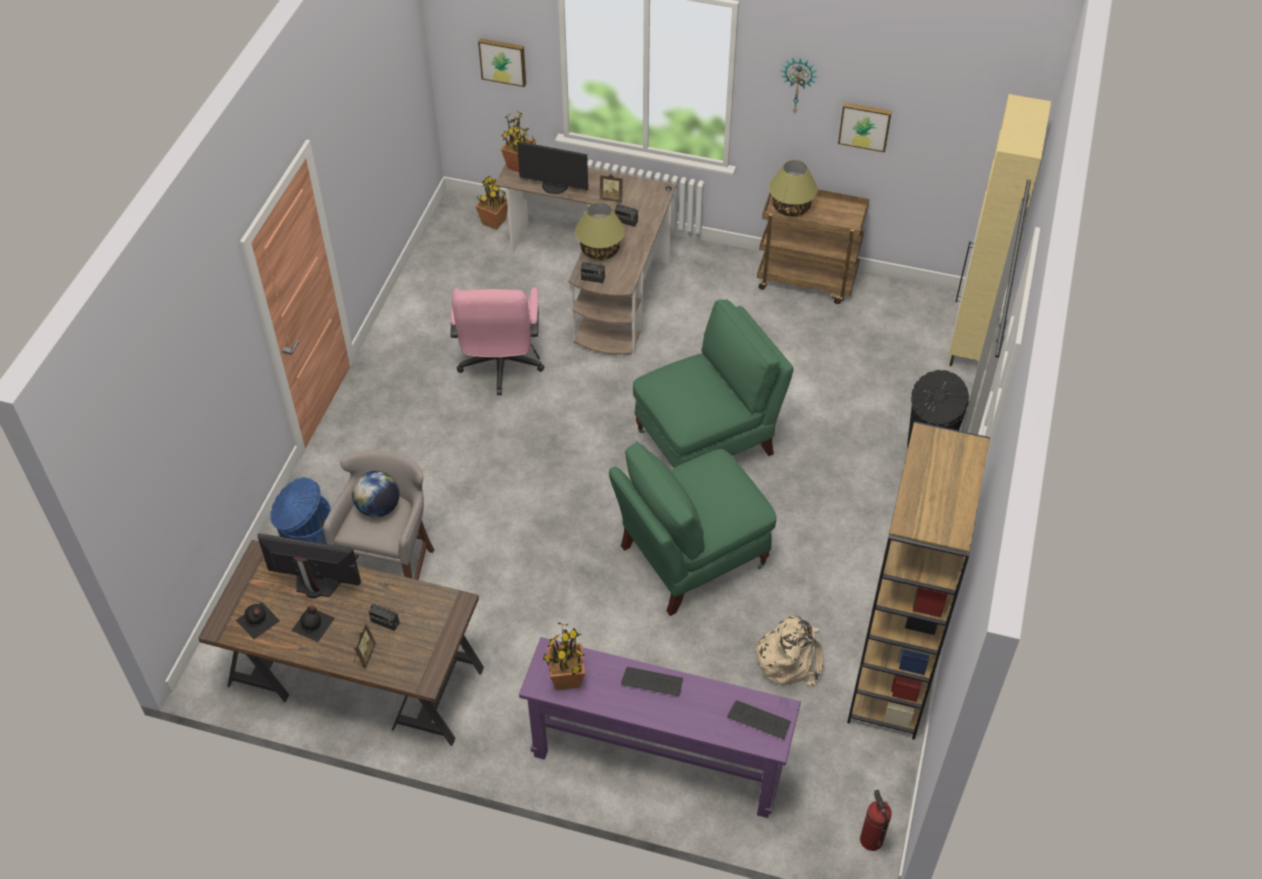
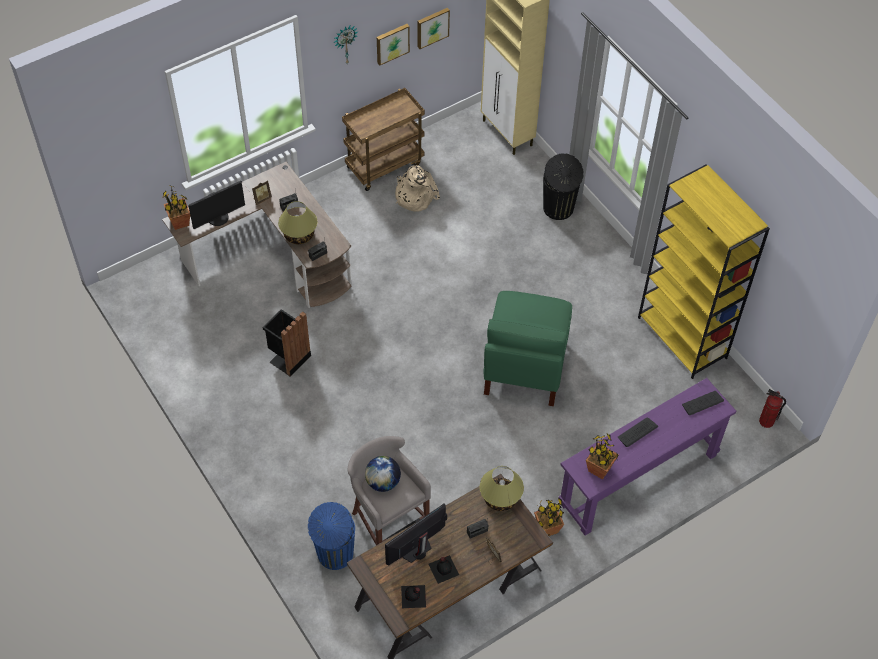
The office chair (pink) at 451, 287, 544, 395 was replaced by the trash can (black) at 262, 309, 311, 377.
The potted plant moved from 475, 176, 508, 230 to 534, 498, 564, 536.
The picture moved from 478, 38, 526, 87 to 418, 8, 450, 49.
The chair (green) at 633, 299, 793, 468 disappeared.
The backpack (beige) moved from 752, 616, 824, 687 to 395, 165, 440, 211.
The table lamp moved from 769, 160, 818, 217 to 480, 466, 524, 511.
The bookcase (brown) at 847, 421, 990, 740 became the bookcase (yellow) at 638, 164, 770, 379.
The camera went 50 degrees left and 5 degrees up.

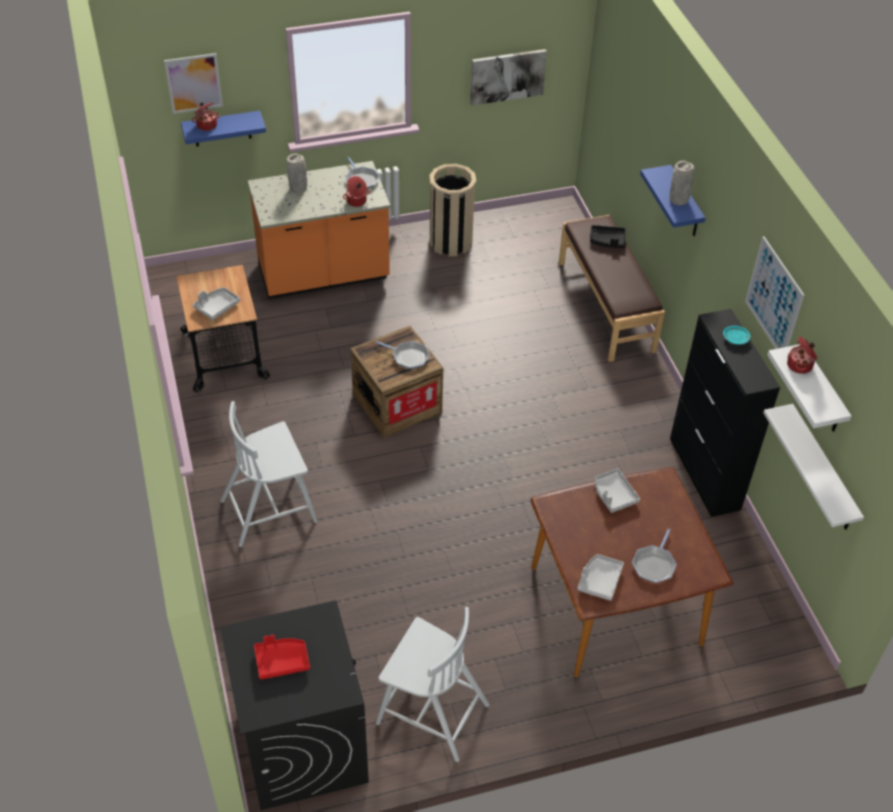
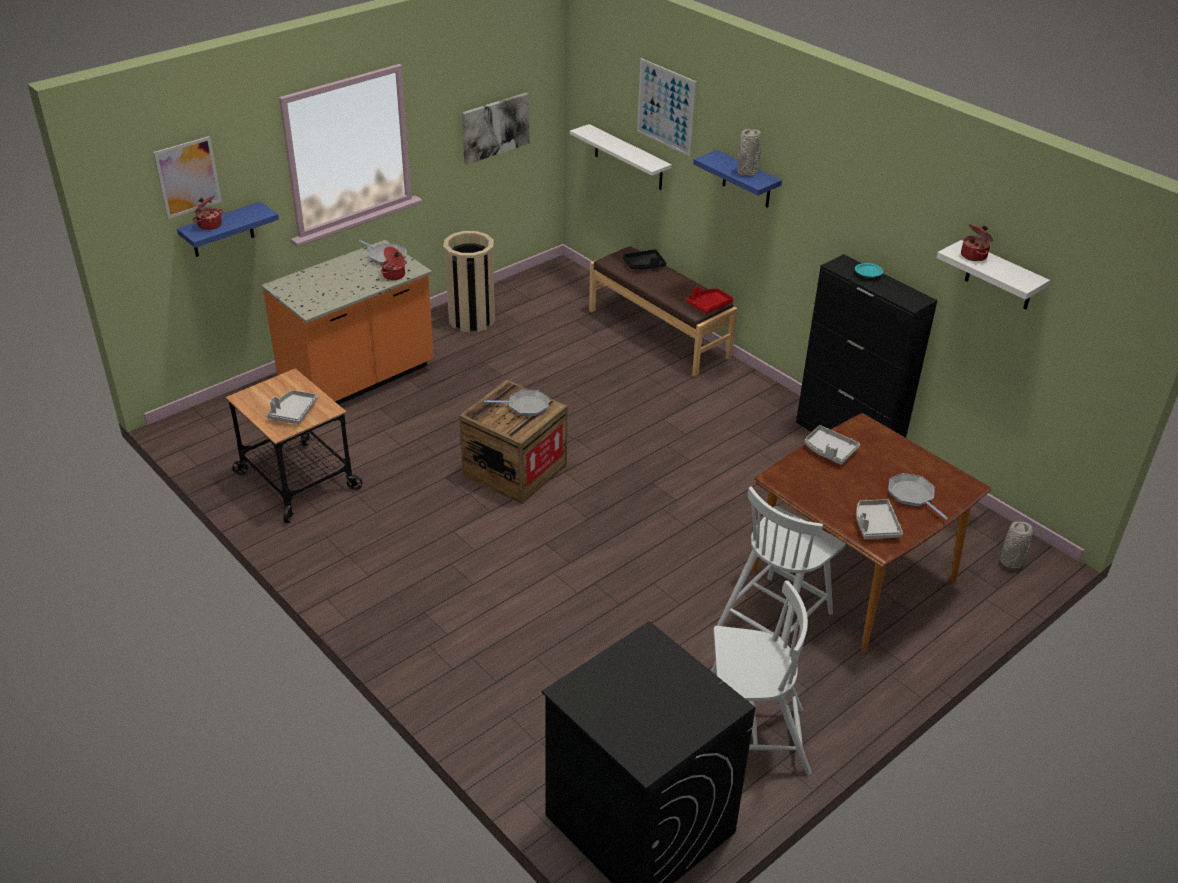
The chair (white) moved from 220, 401, 318, 547 to 717, 487, 846, 642.
The tray (red) moved from 254, 635, 310, 680 to 686, 287, 733, 314.
The vase (grey) moved from 287, 154, 307, 193 to 1000, 521, 1033, 569.
The frying pan at 632, 529, 677, 583 turned 150 degrees clockwise.
The picture moved from 745, 236, 804, 349 to 637, 58, 696, 157.
The shelf (white) moved from 763, 404, 864, 530 to 570, 124, 672, 190.
The camera went 25 degrees left and 10 degrees down.

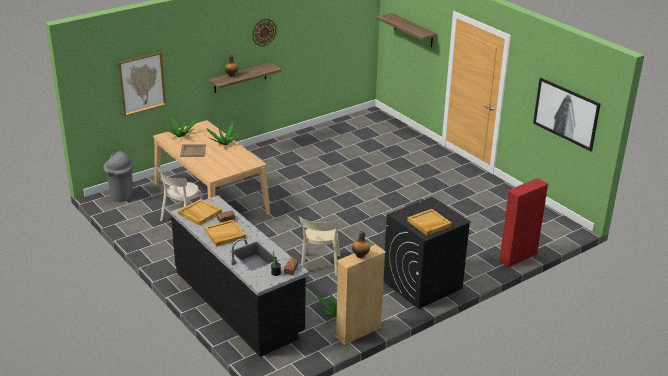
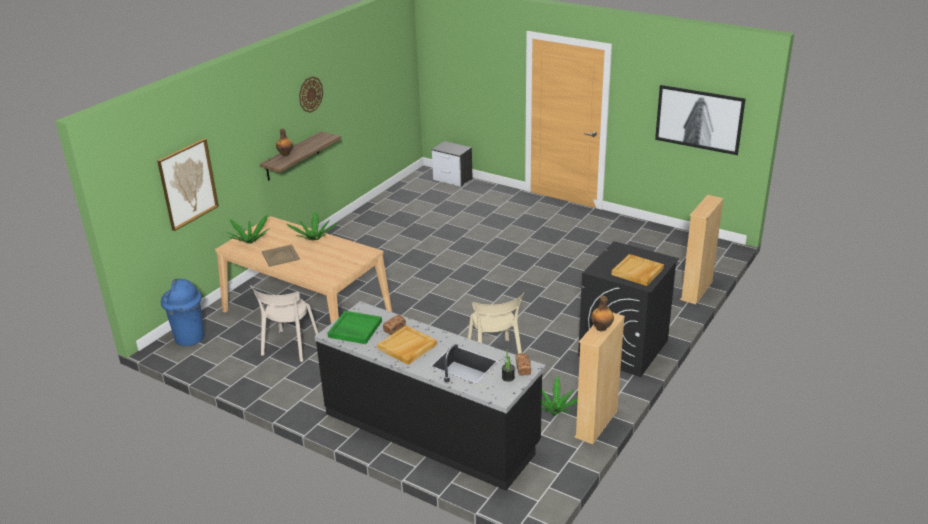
The trash can (grey) at 103, 151, 134, 202 became the trash can (blue) at 161, 279, 205, 346.
The tray (beige) at 178, 199, 222, 225 became the tray (green) at 328, 311, 382, 344.
The shelf at 377, 13, 437, 47 disappeared.
The bookcase (red) at 498, 178, 549, 268 became the bookcase (beige) at 680, 195, 724, 305.
The nightstand at 432, 141, 472, 187 appeared.
The camera went 20 degrees left and 0 degrees up.

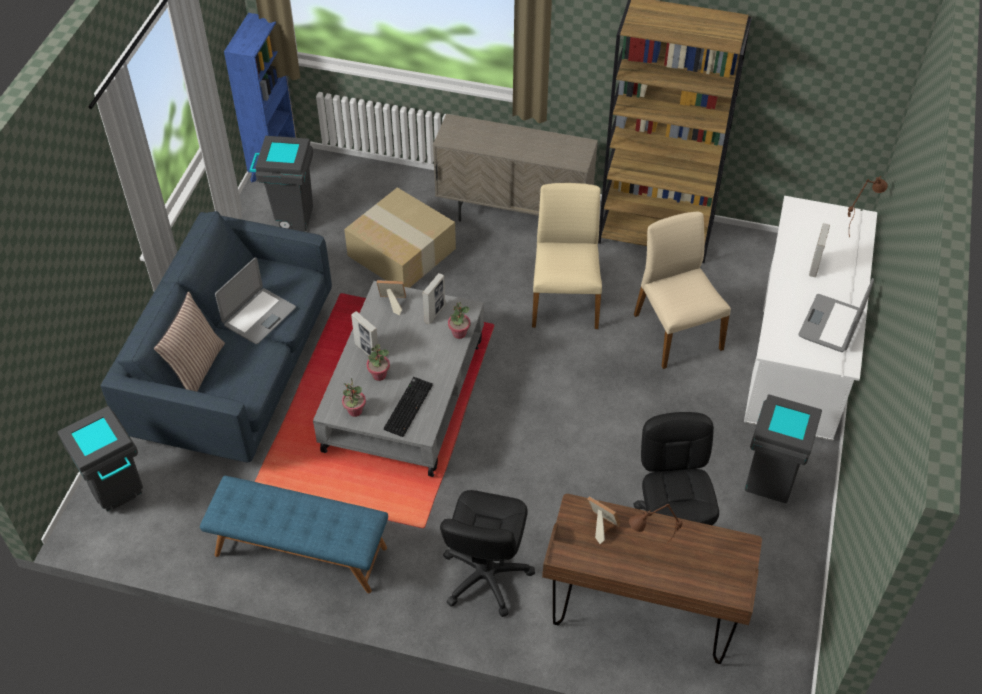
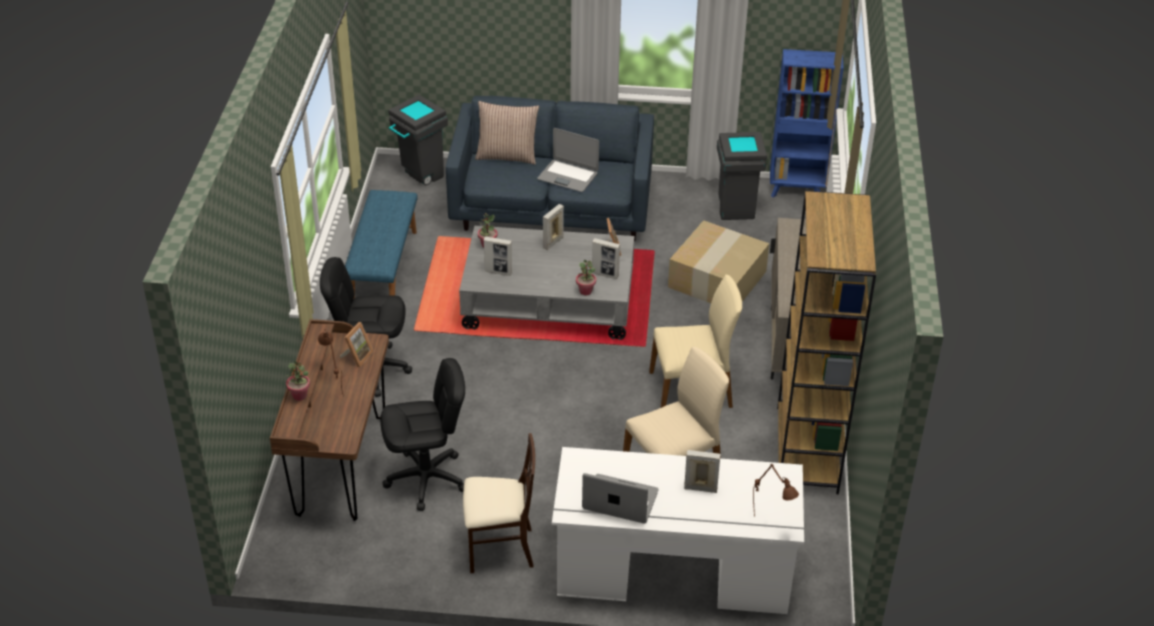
The potted plant moved from 367, 344, 390, 381 to 286, 361, 310, 401.
The keyboard at 384, 377, 433, 437 was replaced by the picture frame at 484, 236, 512, 276.
The trash can (grey) at 745, 394, 822, 503 was replaced by the chair (beige) at 463, 433, 535, 573.
The camera went 80 degrees right and 10 degrees down.

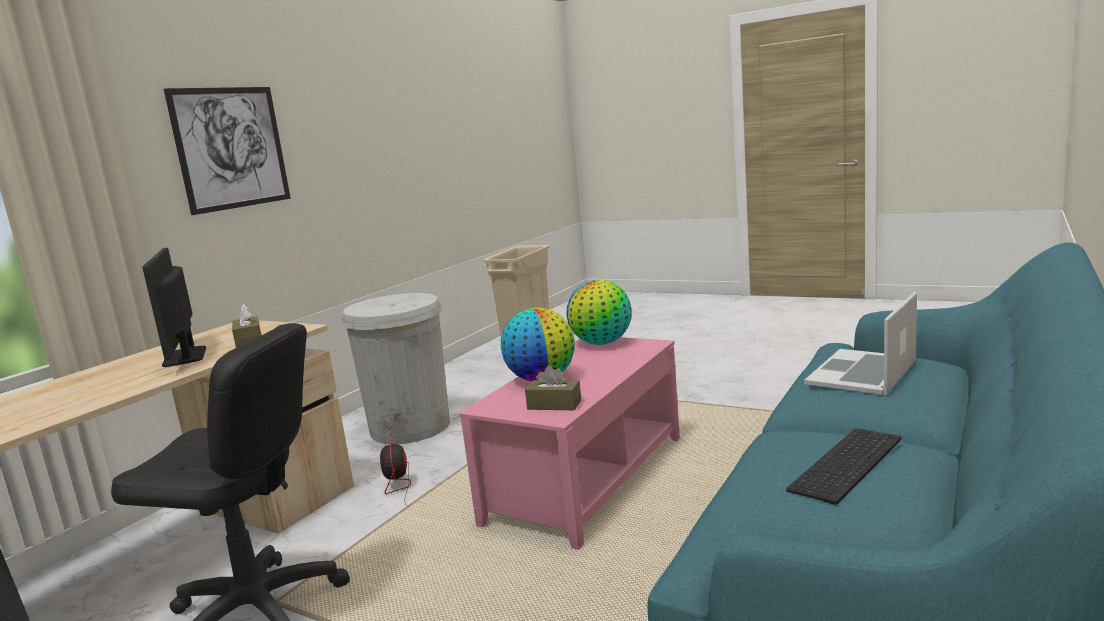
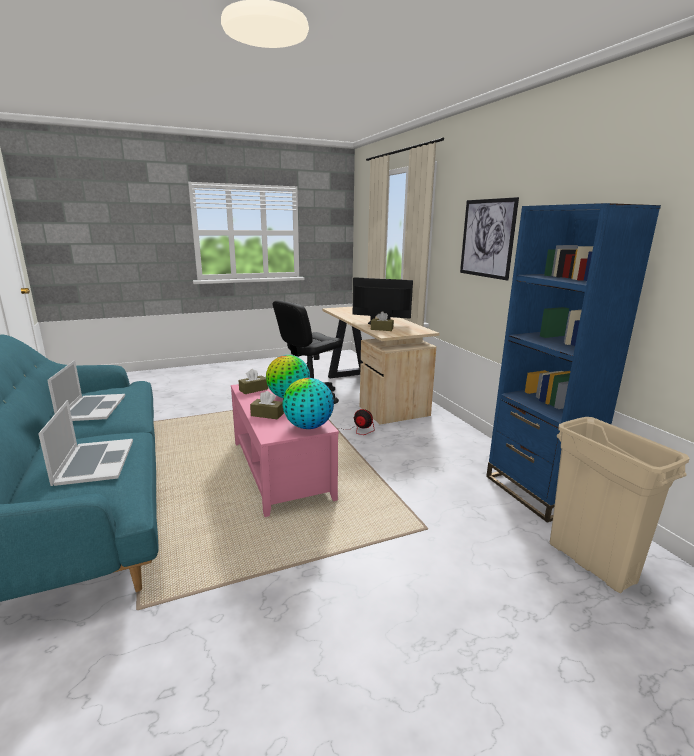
The trash can (white) at 341, 293, 450, 444 disappeared.
The keyboard at 786, 428, 901, 505 was replaced by the laptop at 47, 360, 125, 421.
The tissue box (brown) at 250, 391, 284, 420 appeared.
The bookcase (blue) at 486, 203, 661, 522 appeared.
The camera went 125 degrees right and 5 degrees up.

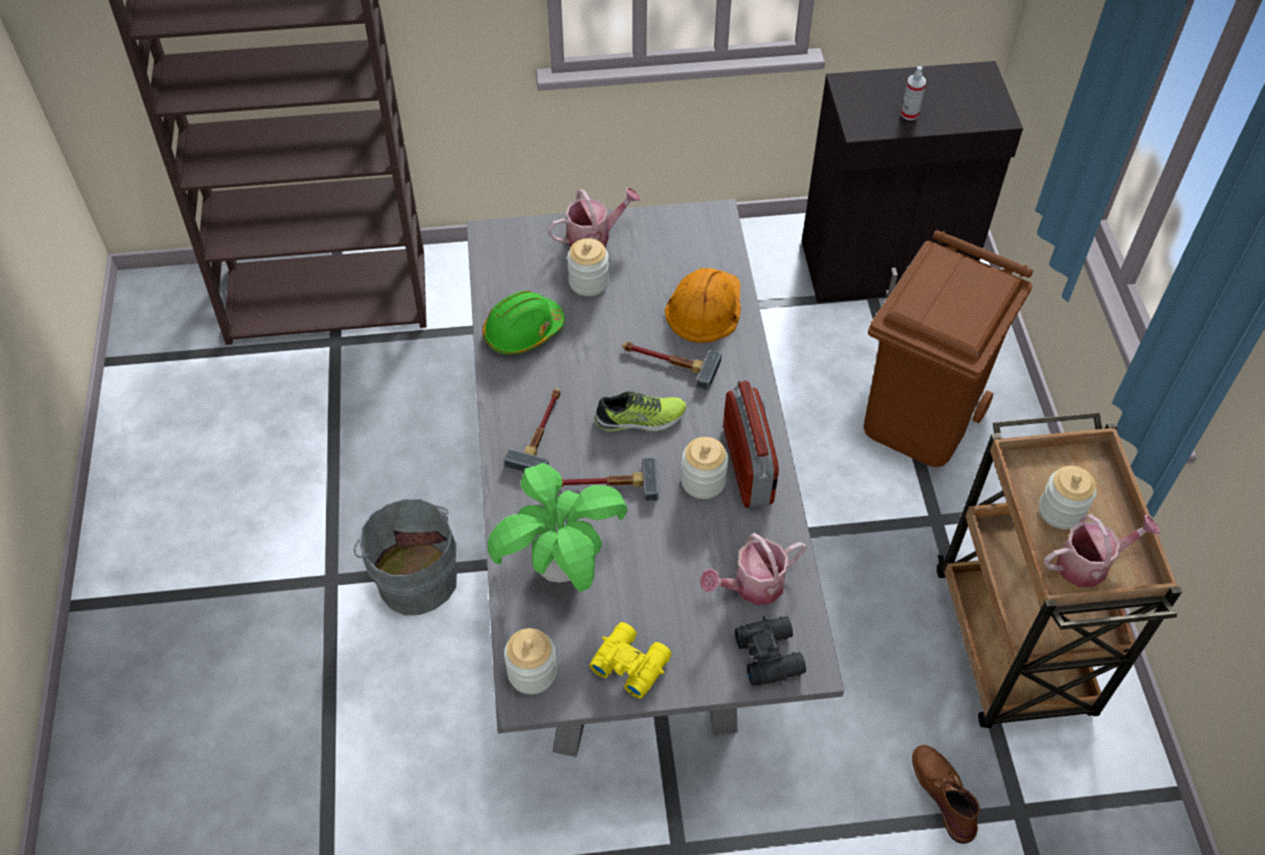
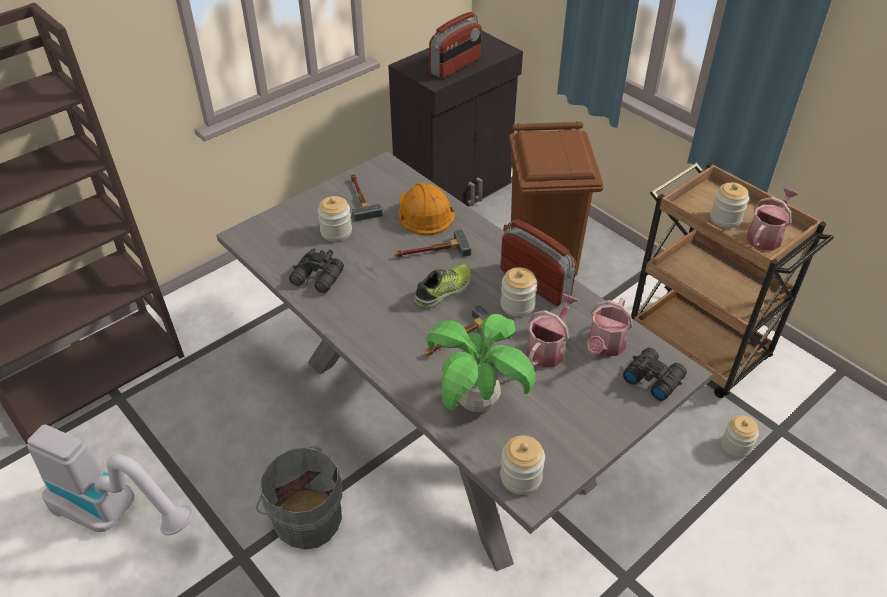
The hard hat (green) at 482, 291, 565, 355 was replaced by the binoculars (black) at 289, 248, 344, 293.
The hammer moved from 504, 388, 560, 472 to 351, 174, 383, 222.
The watering can moved from 548, 187, 641, 248 to 526, 293, 578, 368.
The binoculars (yellow) at 589, 622, 672, 699 disappeared.
The spray bottle at 901, 66, 926, 120 was replaced by the radio at 429, 12, 482, 78.
The boot (brown) at 912, 745, 980, 844 was replaced by the jar at 721, 415, 759, 458.
The vacuum cleaner at 27, 425, 193, 536 appeared.
The camera went 35 degrees left and 10 degrees down.

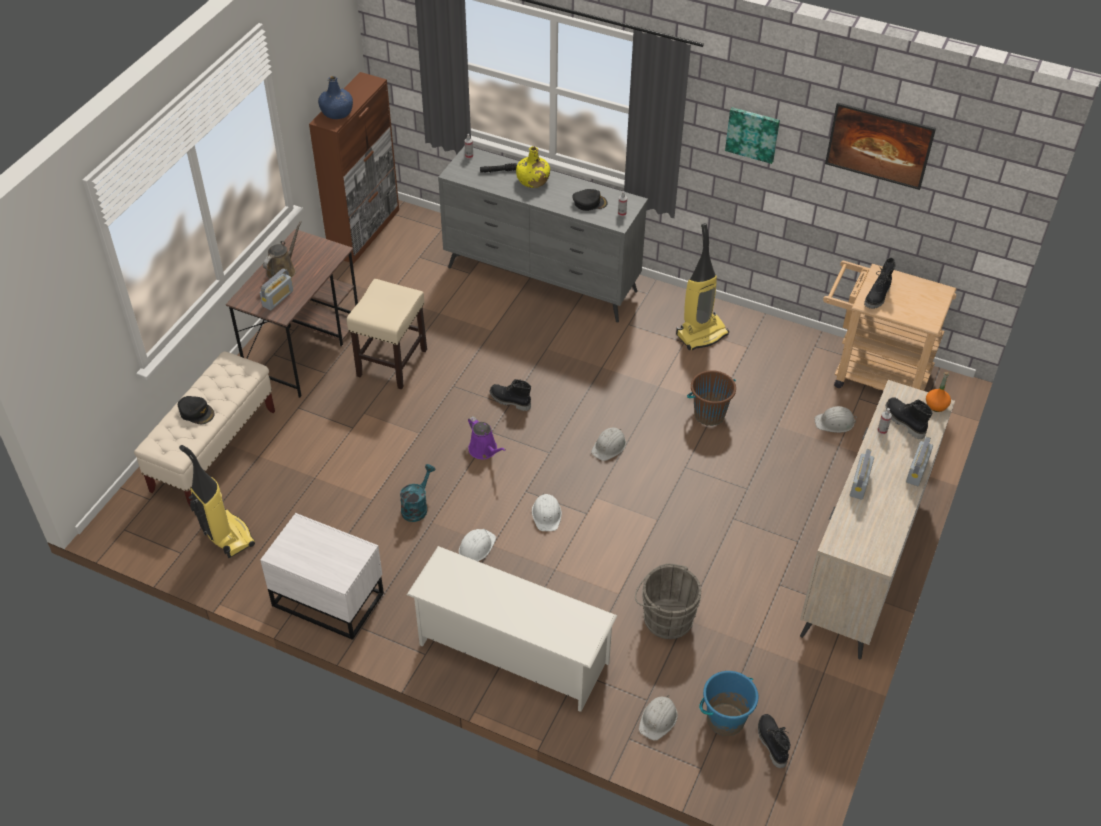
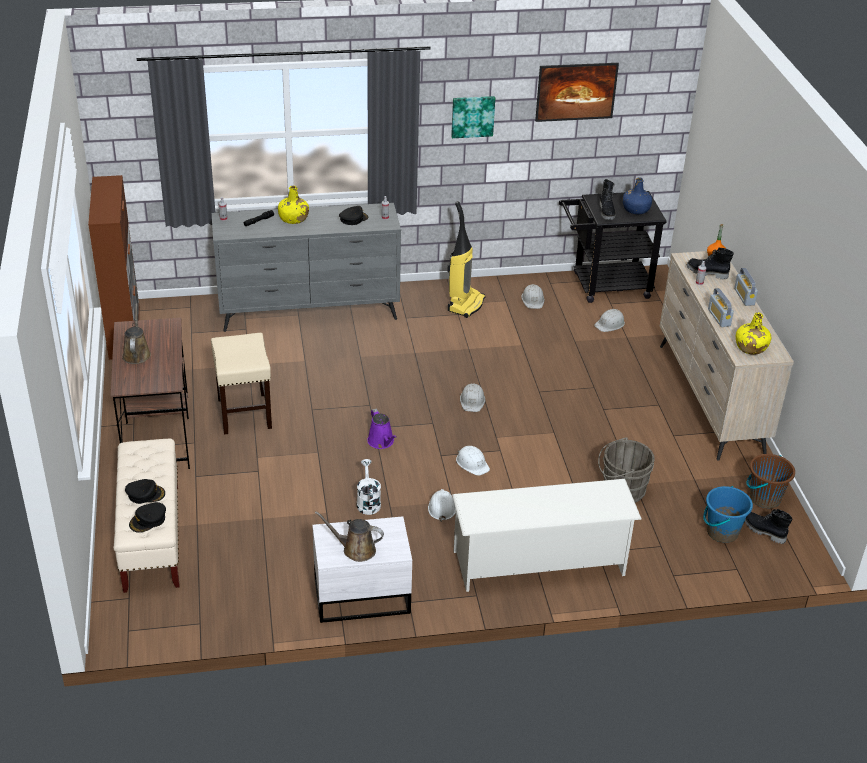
The vacuum cleaner at 179, 445, 255, 558 disappeared.
The radio at 260, 269, 293, 310 disappeared.
The bottle (blue) moved from 318, 76, 353, 119 to 622, 177, 652, 214.
The watering can (turquoise) at 400, 464, 436, 522 became the watering can (white) at 357, 459, 381, 515.
The watering can (purple) at 468, 416, 506, 459 turned 45 degrees clockwise.
The boot (black) at 490, 379, 531, 411 disappeared.
The hard hat (white) moved from 639, 695, 678, 741 to 521, 284, 544, 309.
The bucket (brown) moved from 687, 370, 736, 426 to 746, 454, 795, 509.
The cart (beige) at 823, 261, 957, 391 became the cart (black) at 559, 191, 667, 303.
The cap (black) at 129, 502, 166, 533 appeared.
The watering can (brown) at 315, 511, 384, 562 appeared.
The bottle (yellow) at 736, 312, 771, 355 appeared.
The camera went 35 degrees left and 10 degrees down.

